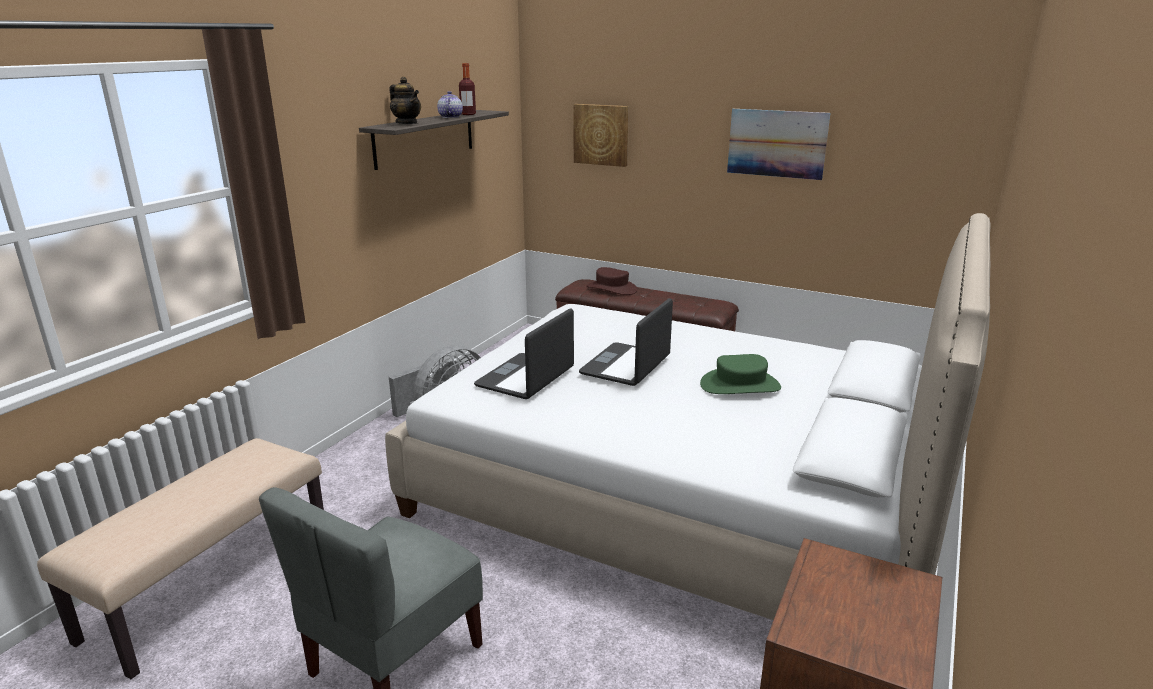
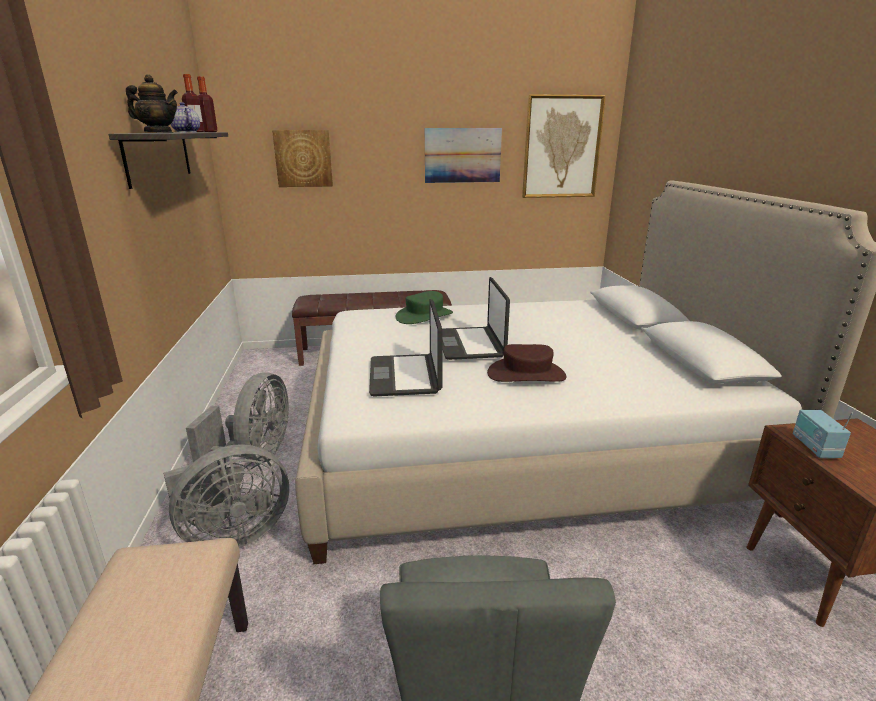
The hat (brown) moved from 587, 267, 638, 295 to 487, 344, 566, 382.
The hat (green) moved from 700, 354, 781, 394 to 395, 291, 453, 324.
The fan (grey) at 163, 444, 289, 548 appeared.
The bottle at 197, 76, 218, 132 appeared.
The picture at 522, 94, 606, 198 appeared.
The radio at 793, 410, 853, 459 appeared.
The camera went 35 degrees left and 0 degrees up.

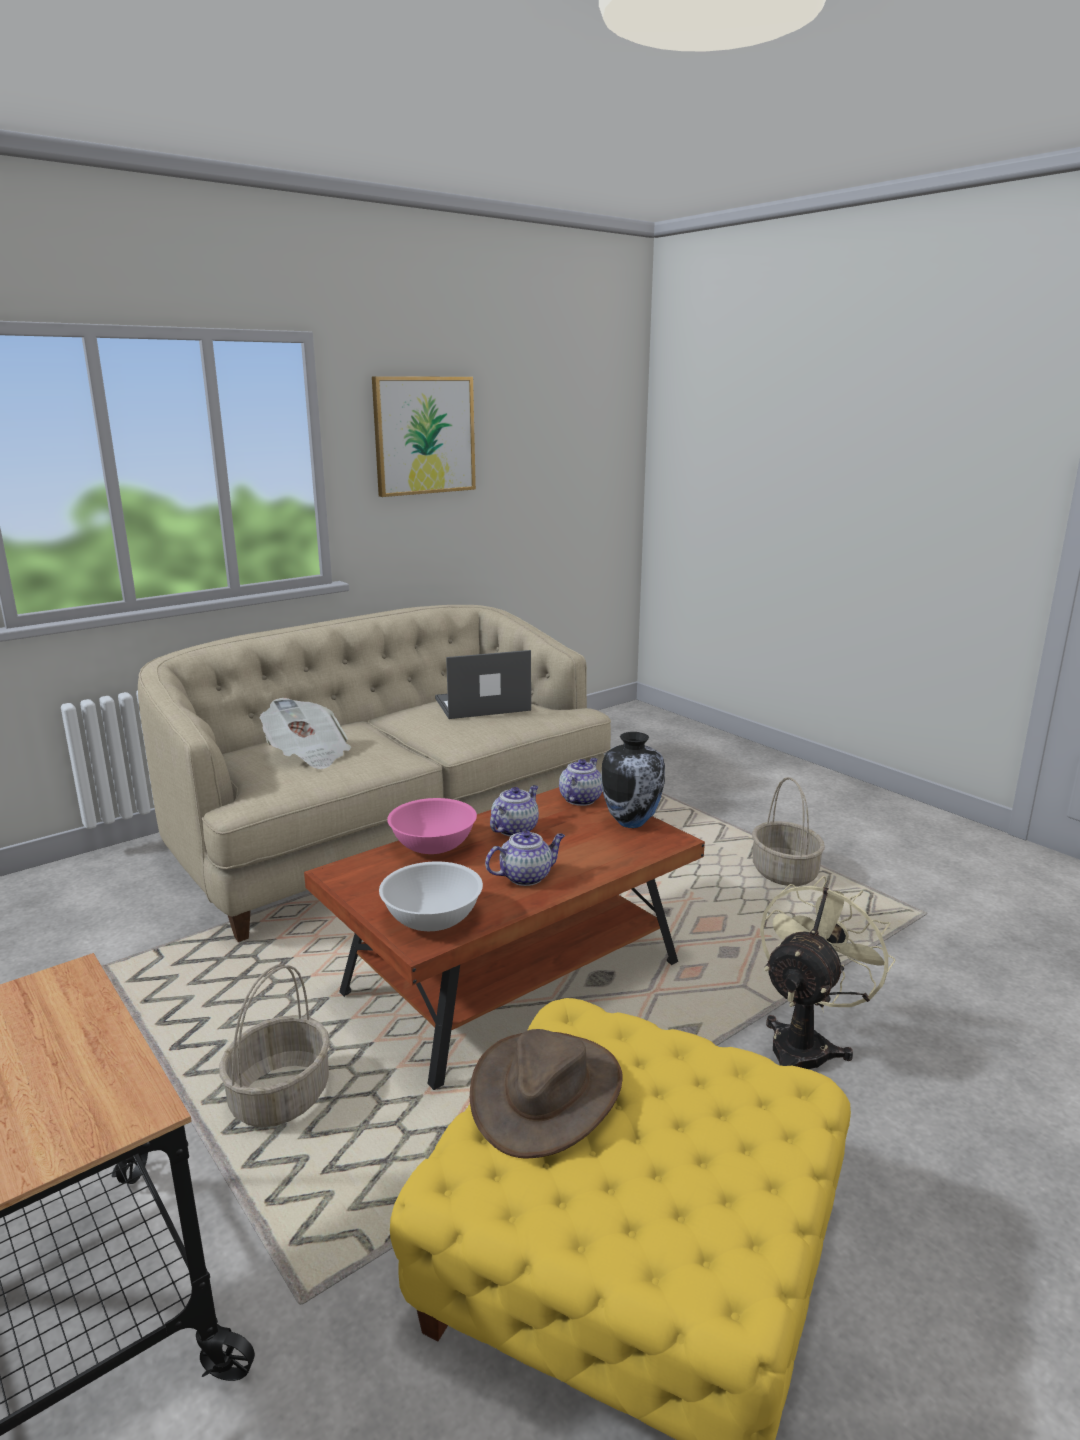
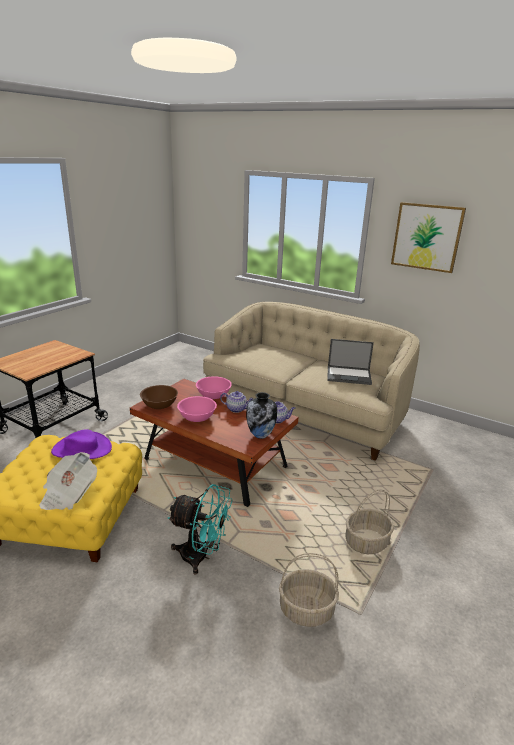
The basket moved from 219, 964, 330, 1127 to 279, 553, 339, 627.
The newspaper moved from 260, 698, 351, 769 to 40, 452, 97, 510.
The bowl (white) at 379, 861, 483, 931 became the bowl (brown) at 140, 385, 178, 409.
The laptop at 435, 650, 531, 719 turned 135 degrees clockwise.
The hat (brown) at 470, 1029, 623, 1158 became the hat (purple) at 51, 429, 112, 459.
The teapot at 485, 830, 565, 886 was replaced by the bowl (pink) at 177, 396, 217, 422.
The fan (beige) at 760, 876, 896, 1069 became the fan (turquoise) at 168, 484, 233, 575.
The camera went 70 degrees right and 5 degrees up.

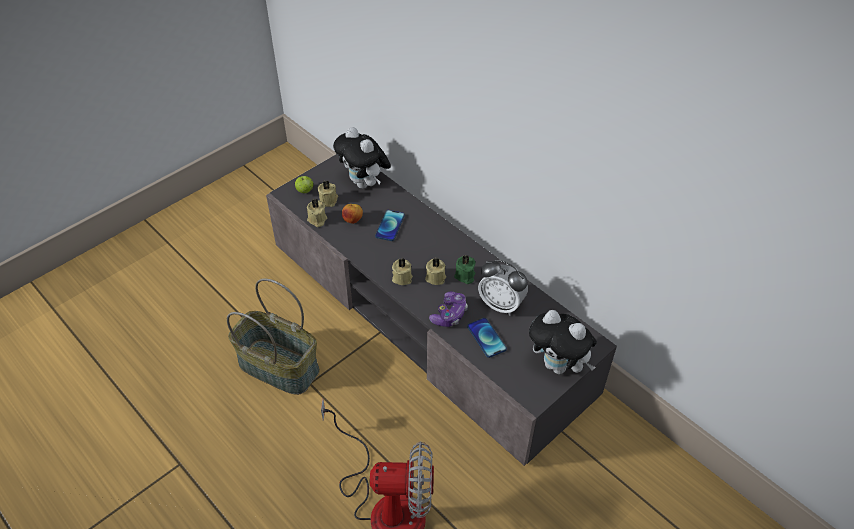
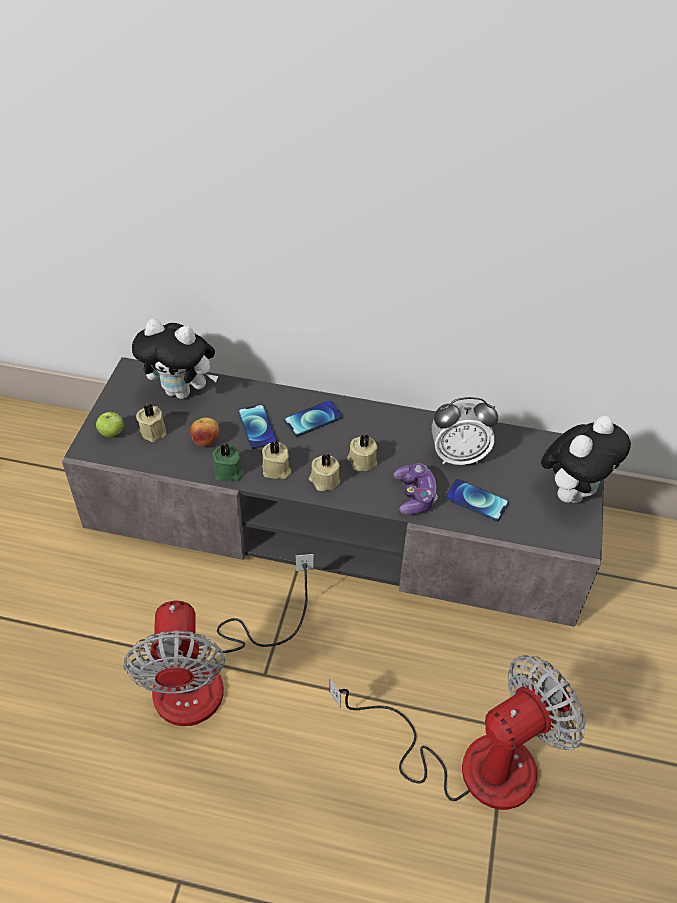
The basket at 227, 279, 320, 395 was replaced by the fan at 123, 554, 314, 726.
The candle (beige) moved from 307, 199, 327, 227 to 262, 441, 291, 479.
The candle (green) moved from 454, 255, 475, 284 to 212, 443, 244, 481.
The plush toy at 529, 310, 597, 374 turned 45 degrees counterclockwise.
The phone at 284, 400, 342, 437 appeared.
The camera went 35 degrees left and 0 degrees up.

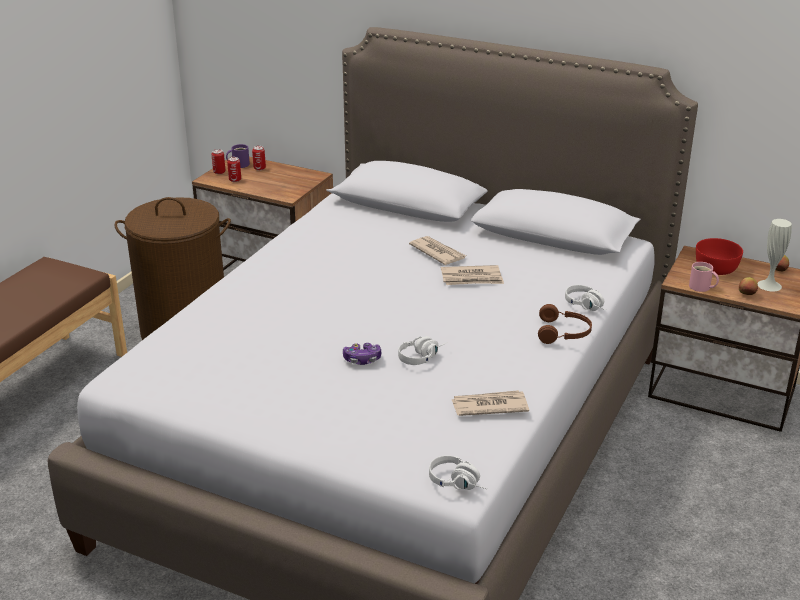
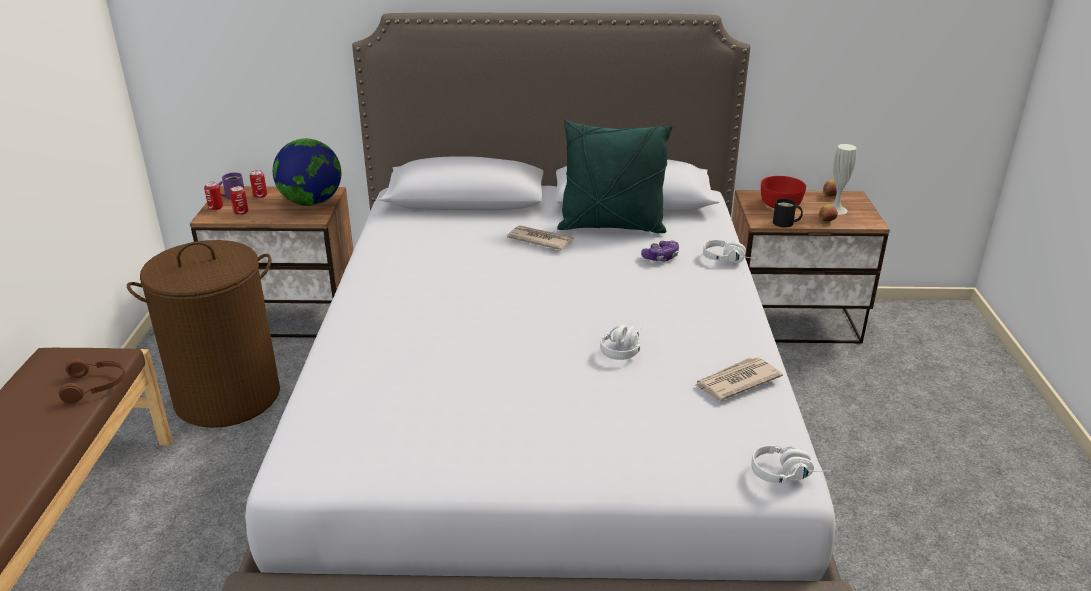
The game controller moved from 343, 343, 381, 365 to 641, 240, 679, 261.
The newspaper at 441, 265, 504, 285 disappeared.
The headphones (brown) moved from 538, 304, 592, 344 to 59, 358, 125, 404.
The mug (pink) at 689, 262, 719, 292 became the mug (black) at 773, 198, 803, 227.
The globe at 273, 139, 341, 206 appeared.
The pillow (green) at 557, 120, 673, 233 appeared.
The camera went 25 degrees left and 0 degrees up.

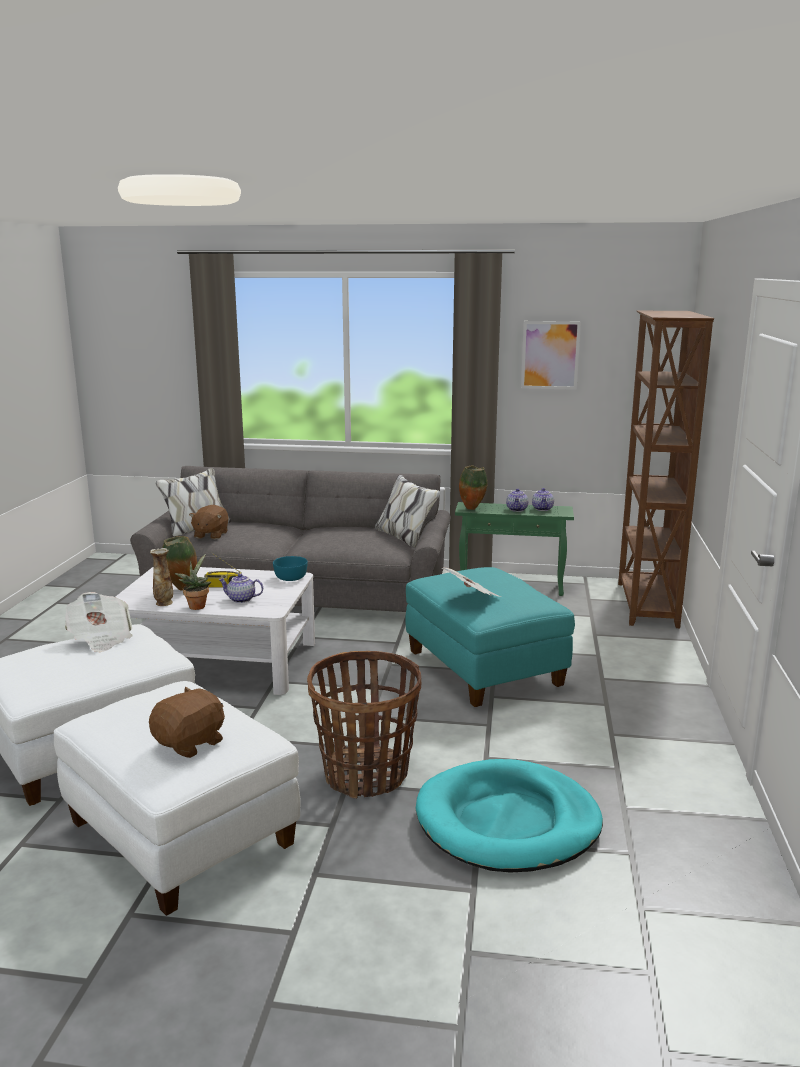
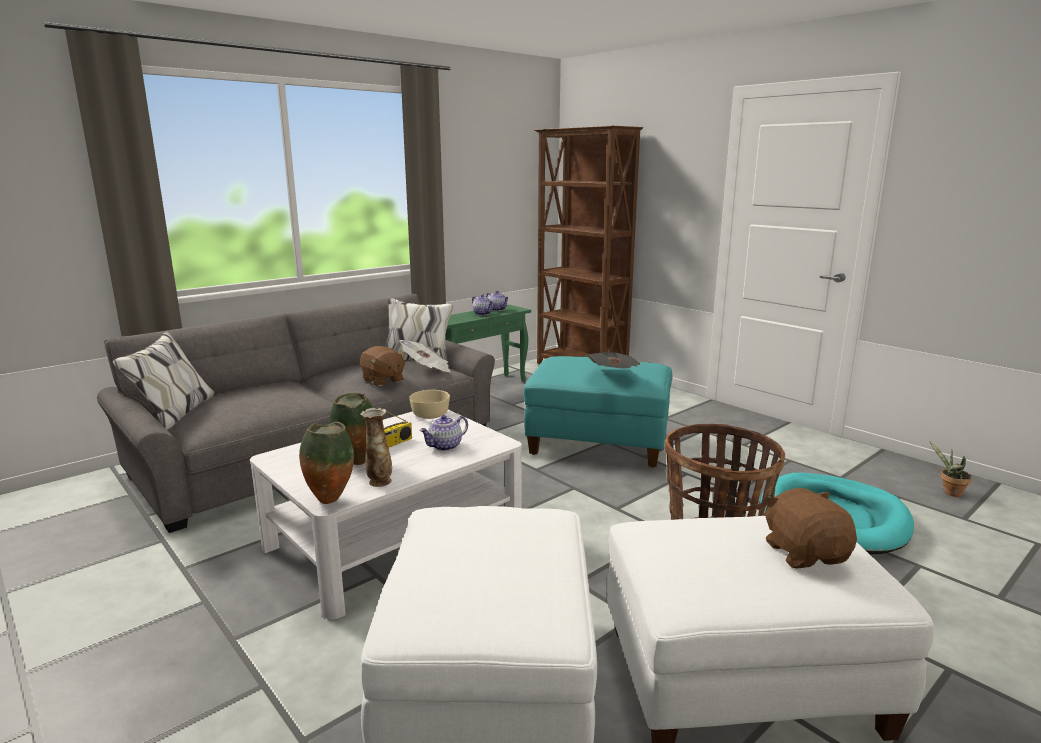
The newspaper moved from 64, 592, 132, 652 to 400, 340, 450, 372.
The potted plant moved from 174, 554, 211, 610 to 929, 441, 972, 497.
The plush toy (brown) moved from 189, 505, 229, 539 to 360, 346, 406, 386.
The bowl (turquoise) at 273, 556, 308, 581 became the bowl (beige) at 409, 390, 450, 419.
The vase moved from 459, 465, 488, 510 to 299, 421, 354, 504.
The picture at 521, 321, 581, 390 disappeared.
The camera went 50 degrees left and 0 degrees up.

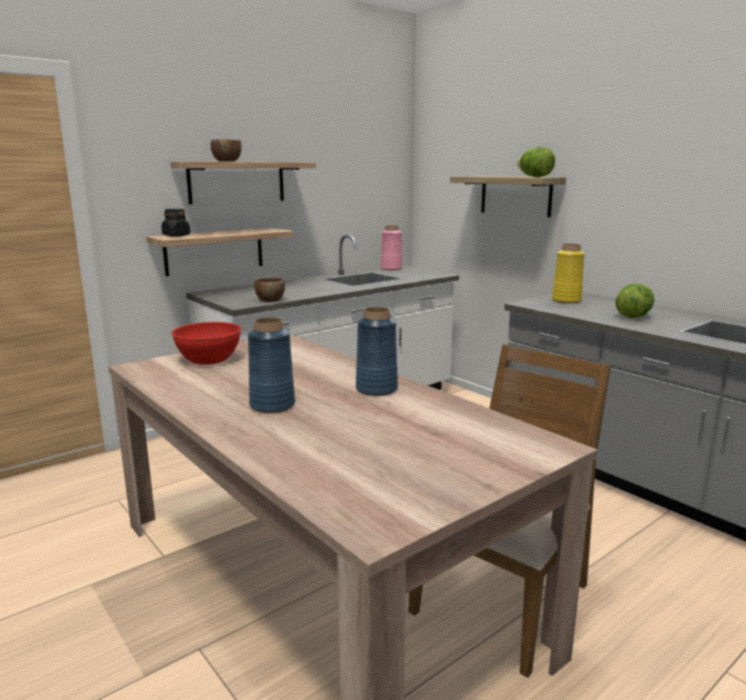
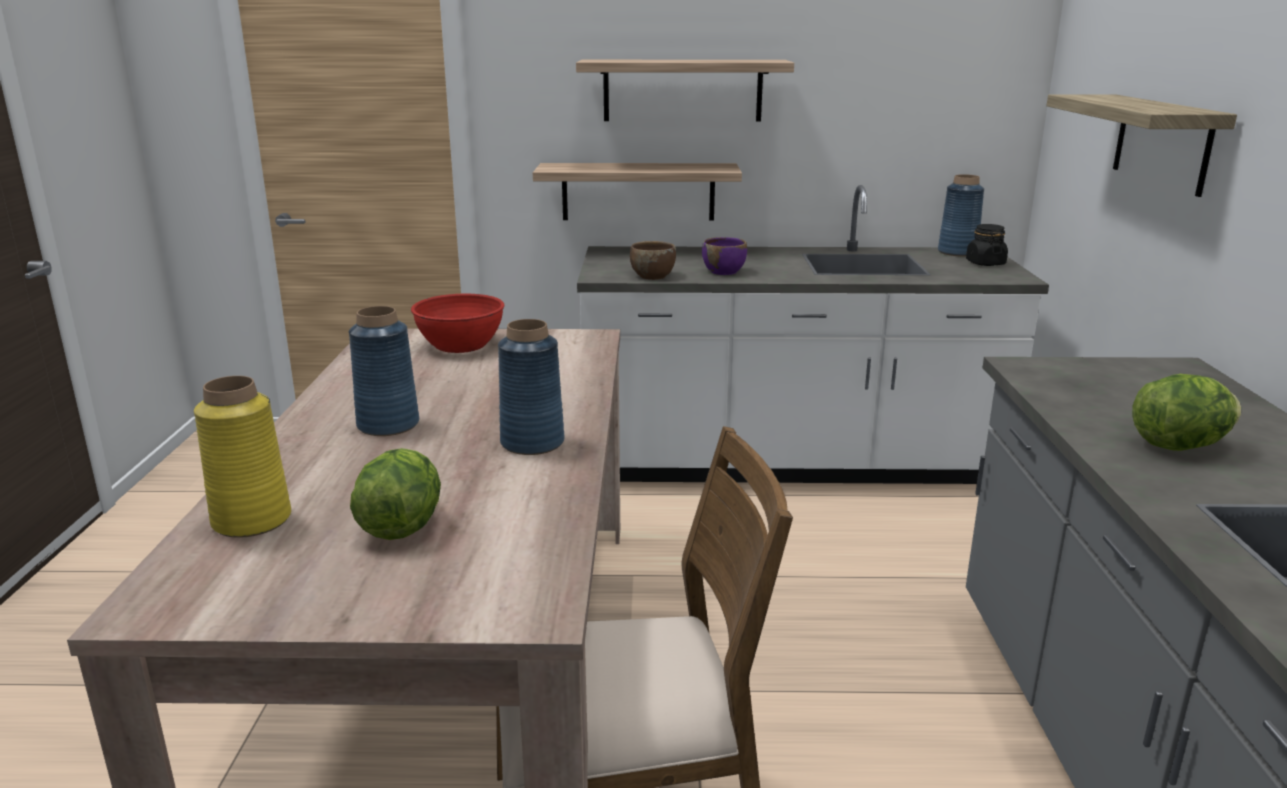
The jar (black) moved from 161, 209, 190, 237 to 966, 224, 1008, 266.
The bowl (brown) at 211, 139, 242, 161 disappeared.
The vase (pink) at 381, 225, 403, 270 became the vase (blue) at 938, 174, 984, 257.
The lettuce moved from 517, 147, 555, 177 to 350, 448, 441, 540.
The vase (yellow) moved from 552, 244, 584, 303 to 194, 376, 291, 538.
The bowl (purple) at 702, 237, 747, 275 appeared.
The camera went 40 degrees right and 5 degrees up.

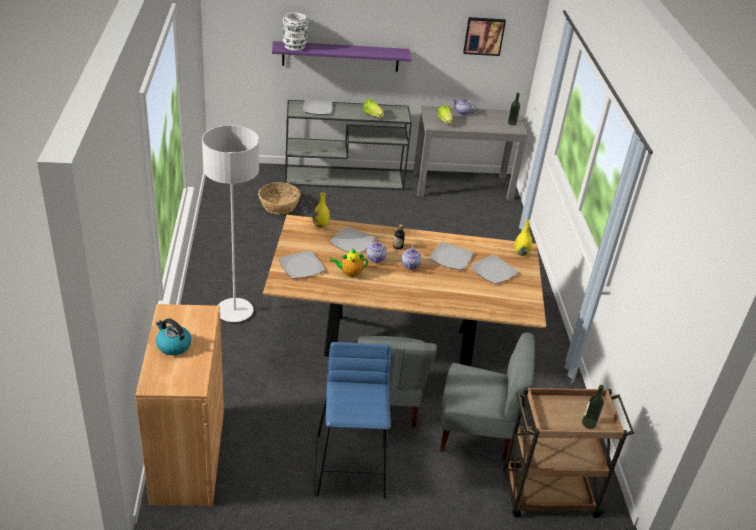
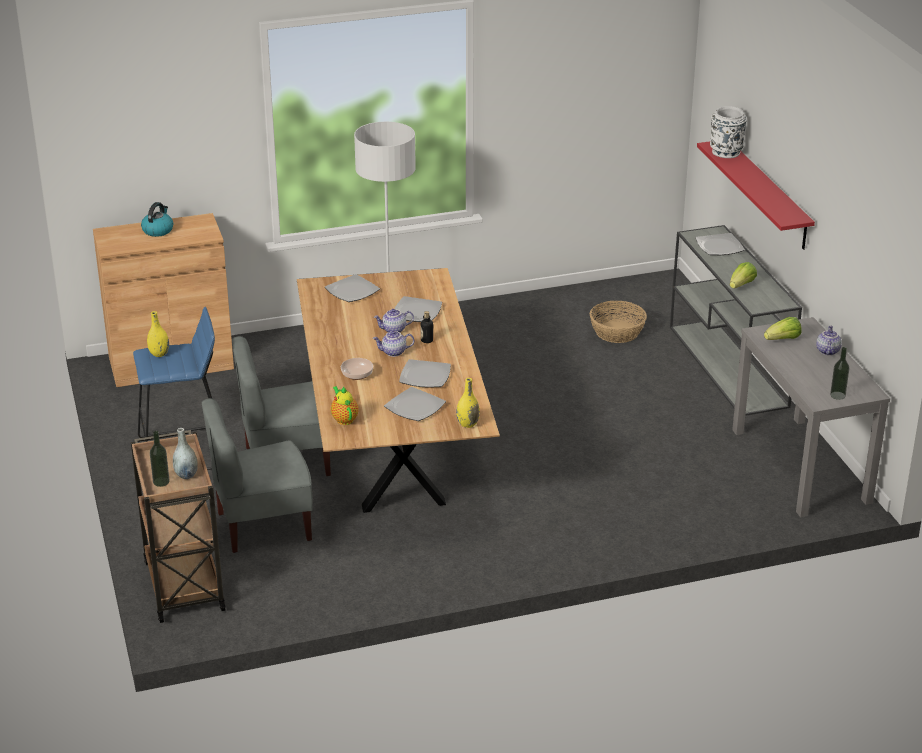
The shelf (purple) at 272, 41, 411, 72 became the shelf (red) at 697, 141, 815, 250.
The vase (yellow) moved from 313, 193, 330, 228 to 147, 311, 169, 357.
The teapot moved from 330, 249, 368, 278 to 331, 386, 359, 425.
The chair (grey) at 440, 332, 535, 460 turned 75 degrees clockwise.
The picture at 463, 17, 506, 56 disappeared.
The vase (grey) at 173, 428, 198, 479 appeared.
The bowl at 341, 358, 373, 380 appeared.
The camera went 80 degrees right and 5 degrees down.

